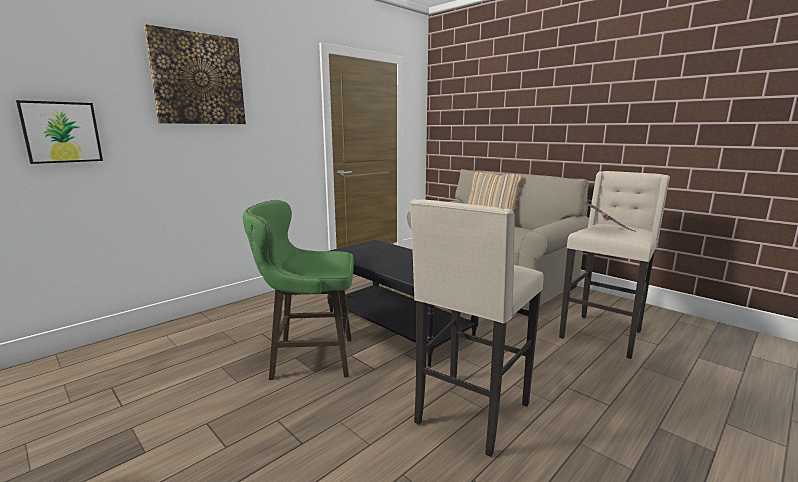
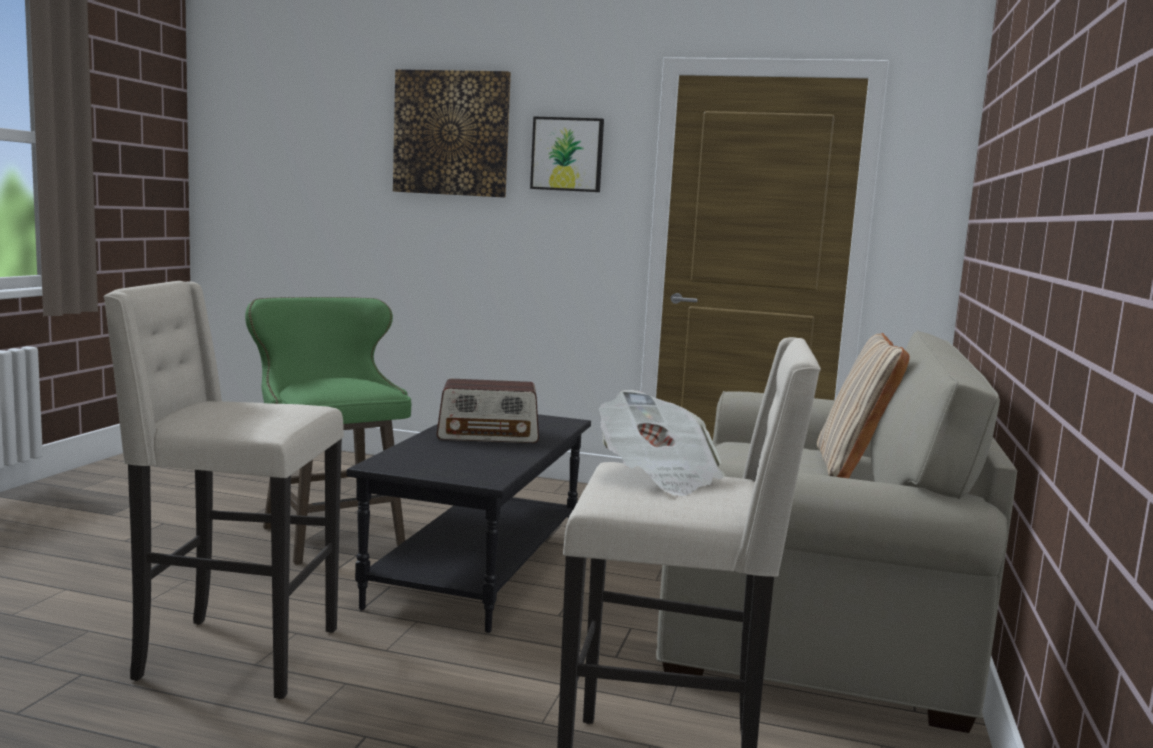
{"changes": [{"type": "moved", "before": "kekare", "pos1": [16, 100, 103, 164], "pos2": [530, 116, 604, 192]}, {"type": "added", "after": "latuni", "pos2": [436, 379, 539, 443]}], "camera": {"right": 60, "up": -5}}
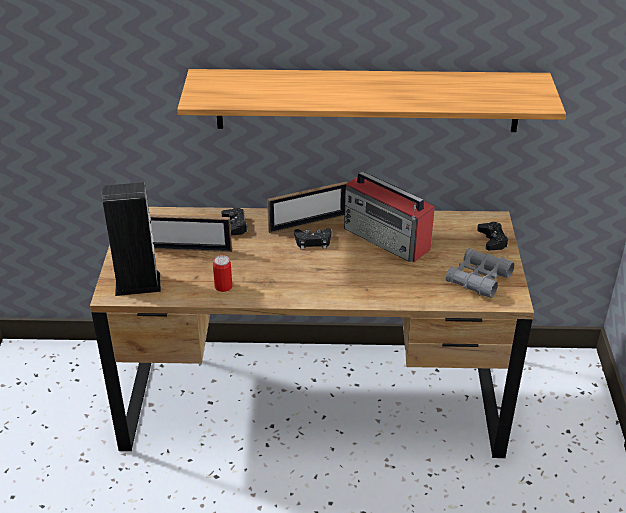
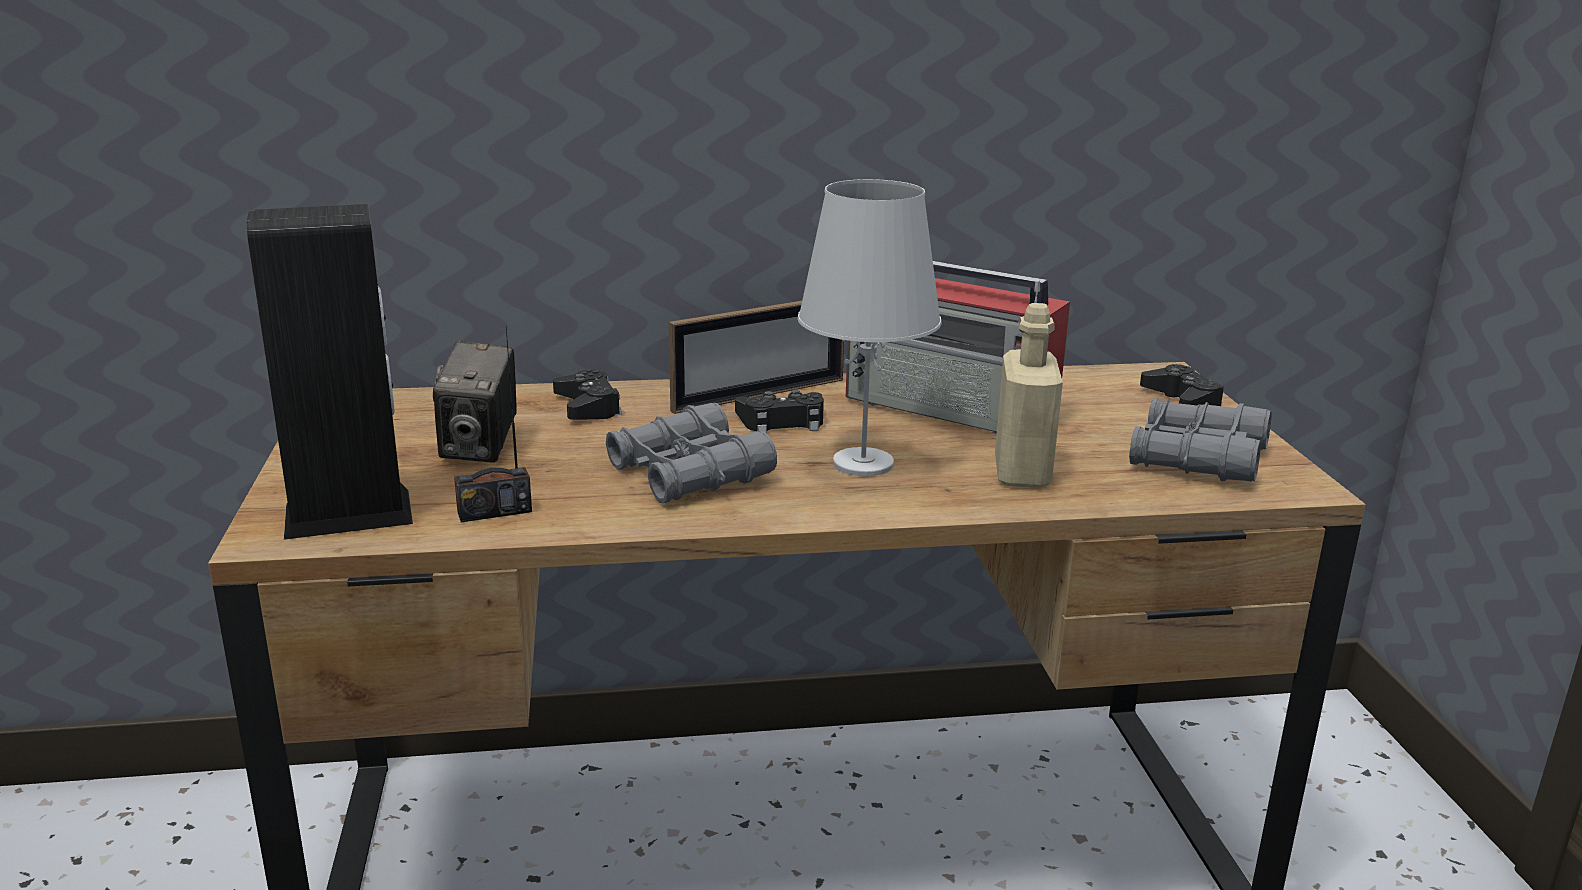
{"changes": [{"type": "replaced", "before": "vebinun", "after": "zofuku", "pos1": [150, 214, 232, 252], "pos2": [433, 341, 517, 463]}, {"type": "removed", "before": "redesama", "pos1": [177, 69, 566, 132]}, {"type": "removed", "before": "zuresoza", "pos1": [213, 255, 232, 292]}, {"type": "added", "after": "latuni", "pos2": [454, 327, 532, 522]}, {"type": "added", "after": "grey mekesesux", "pos2": [606, 403, 777, 504]}, {"type": "added", "after": "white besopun", "pos2": [797, 179, 942, 476]}, {"type": "added", "after": "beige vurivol", "pos2": [995, 303, 1063, 488]}], "camera": {"right": -10, "up": -15}}
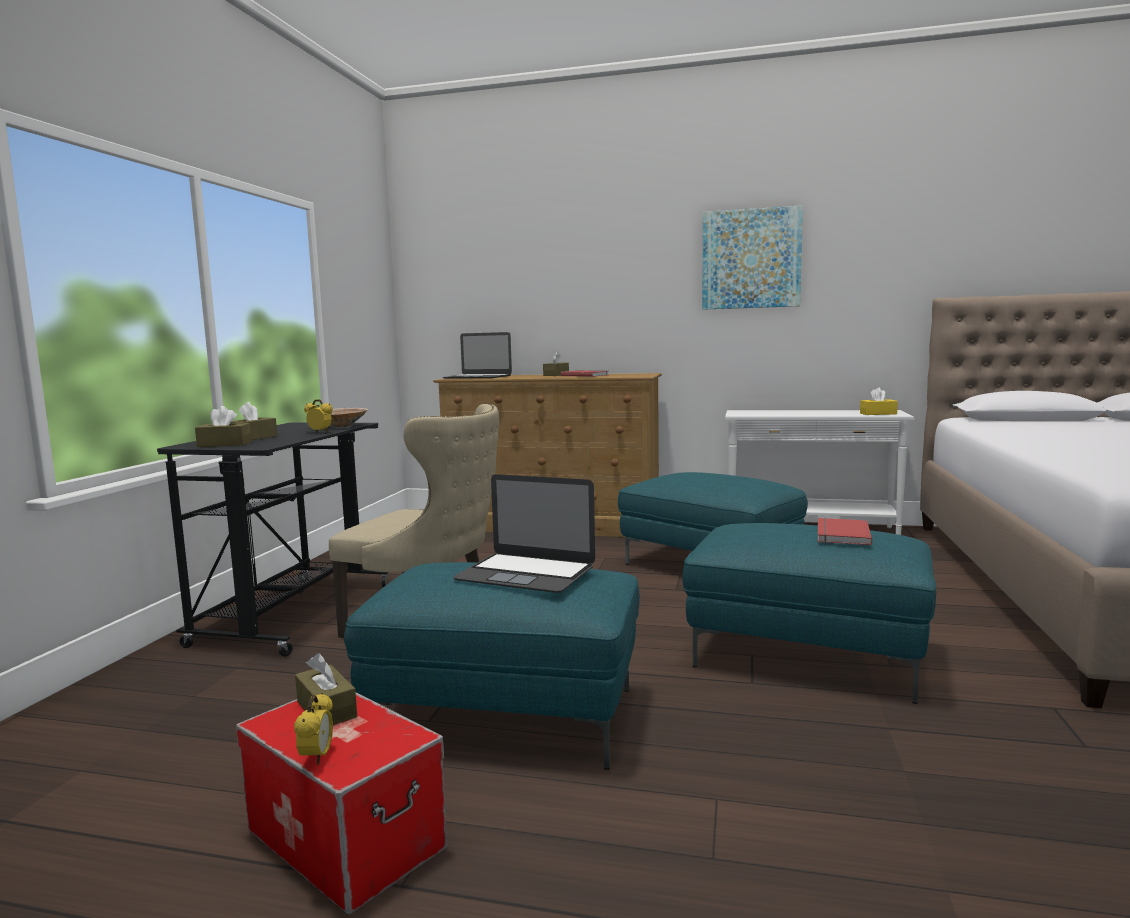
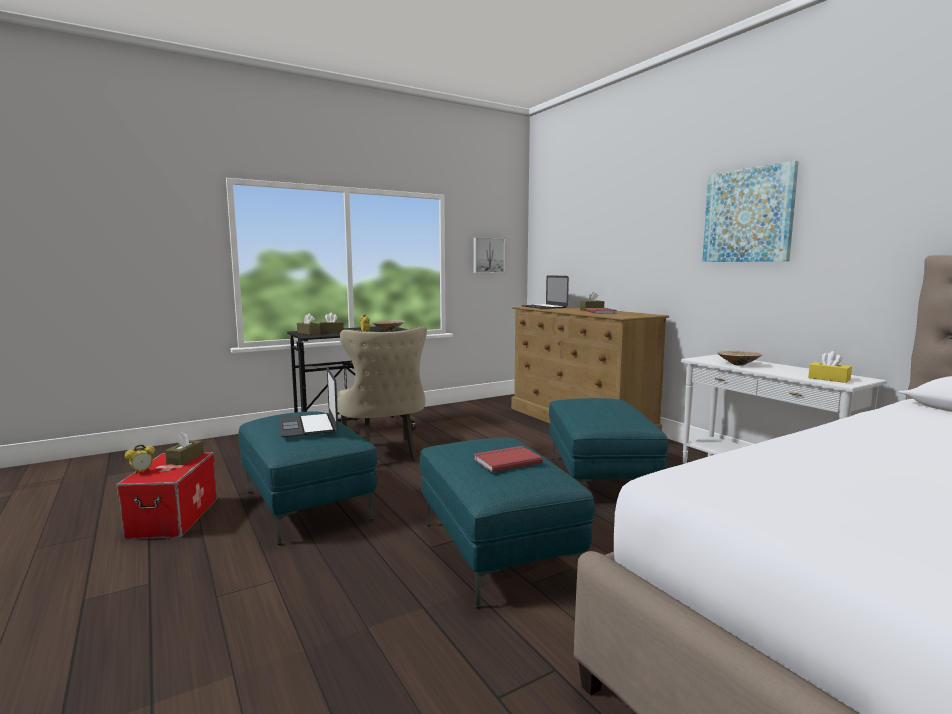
{"changes": [{"type": "added", "after": "kekare", "pos2": [474, 237, 505, 273]}, {"type": "added", "after": "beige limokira", "pos2": [717, 351, 763, 366]}], "camera": {"right": 45, "up": 0}}
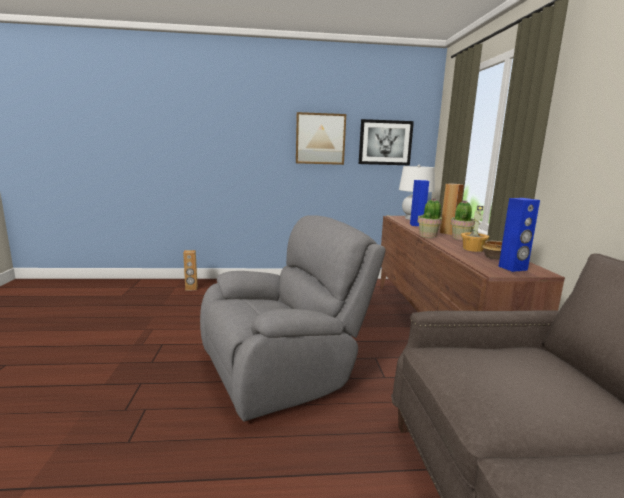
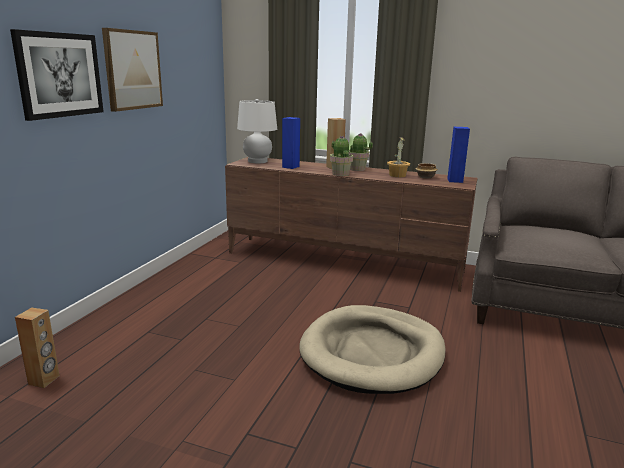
{"changes": [{"type": "replaced", "before": "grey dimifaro", "after": "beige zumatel", "pos1": [200, 215, 386, 422], "pos2": [299, 305, 446, 394]}, {"type": "moved", "before": "kekare", "pos1": [359, 119, 414, 165], "pos2": [10, 29, 104, 121]}], "camera": {"right": -65, "up": 5}}
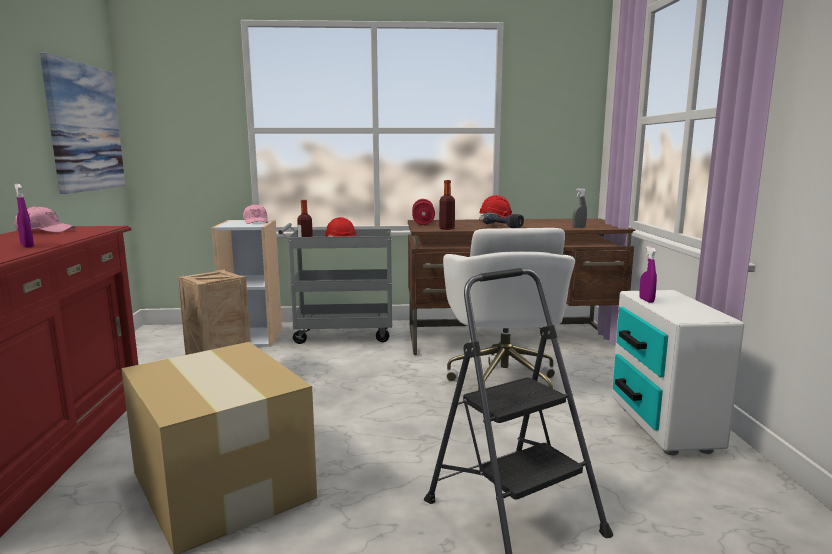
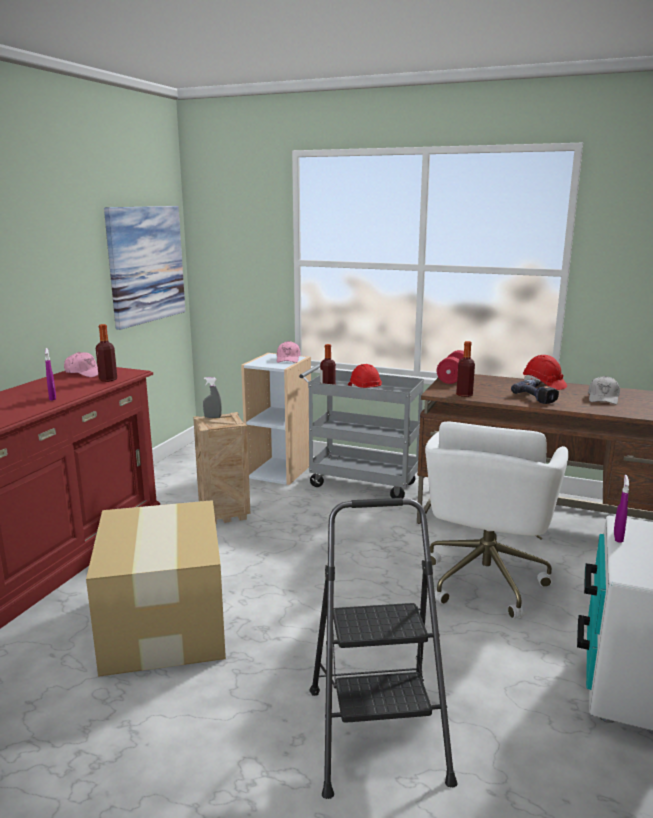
{"changes": [{"type": "moved", "before": "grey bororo", "pos1": [572, 188, 587, 228], "pos2": [203, 377, 222, 418]}, {"type": "added", "after": "vurivol", "pos2": [96, 324, 117, 382]}, {"type": "added", "after": "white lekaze", "pos2": [588, 376, 620, 404]}], "camera": {"right": 25, "up": 5}}
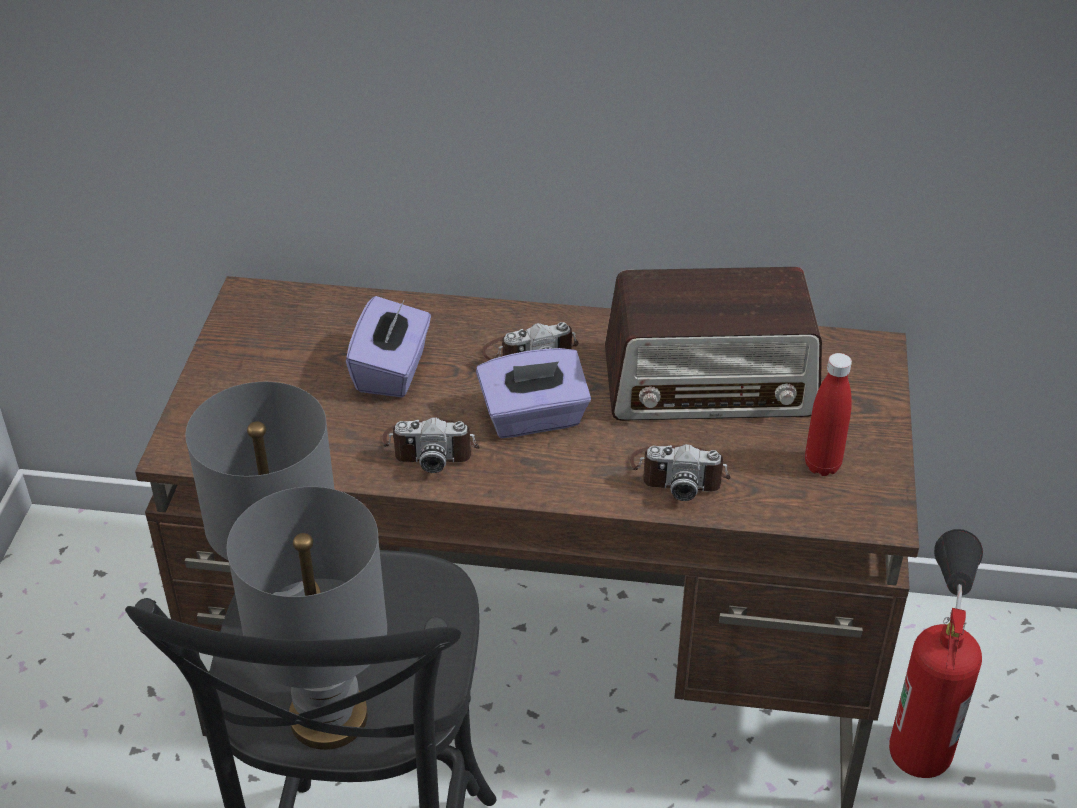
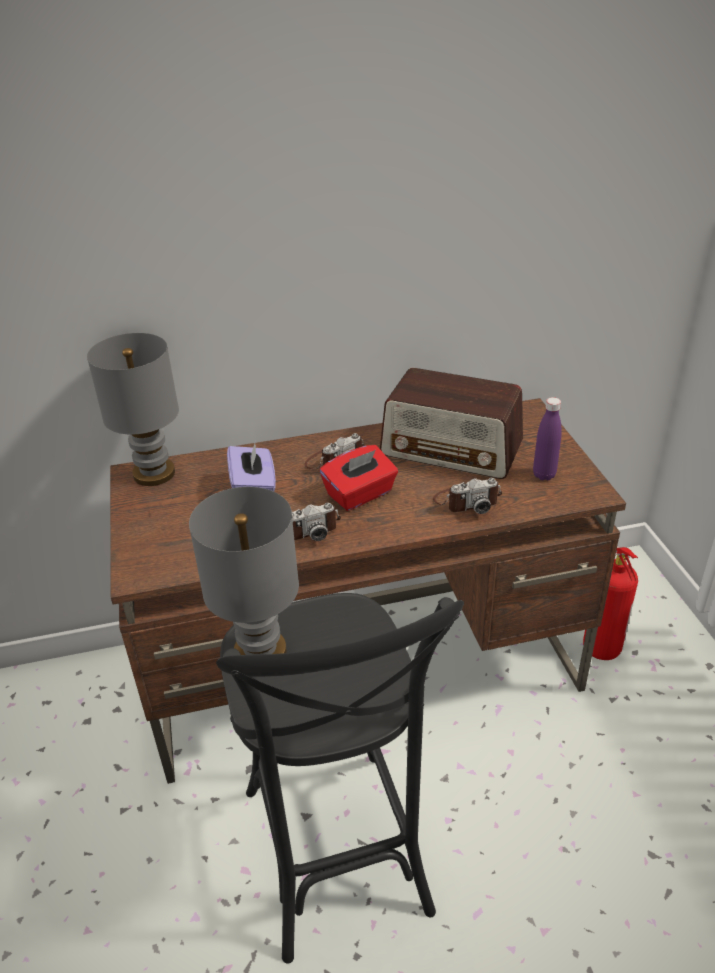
{"changes": [{"type": "moved", "before": "grey besopun", "pos1": [227, 487, 387, 750], "pos2": [87, 333, 179, 486]}, {"type": "recoloured", "before": "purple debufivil", "after": "red debufivil", "pos1": [476, 348, 591, 438], "pos2": [320, 445, 398, 511]}, {"type": "turned", "before": "latuni", "pos1": [605, 267, 822, 421], "pos2": [380, 368, 523, 479], "turn": 45}, {"type": "recoloured", "before": "red vurivol", "after": "purple vurivol", "pos1": [805, 353, 852, 476], "pos2": [533, 397, 562, 481]}], "camera": {"right": -20, "up": -5}}
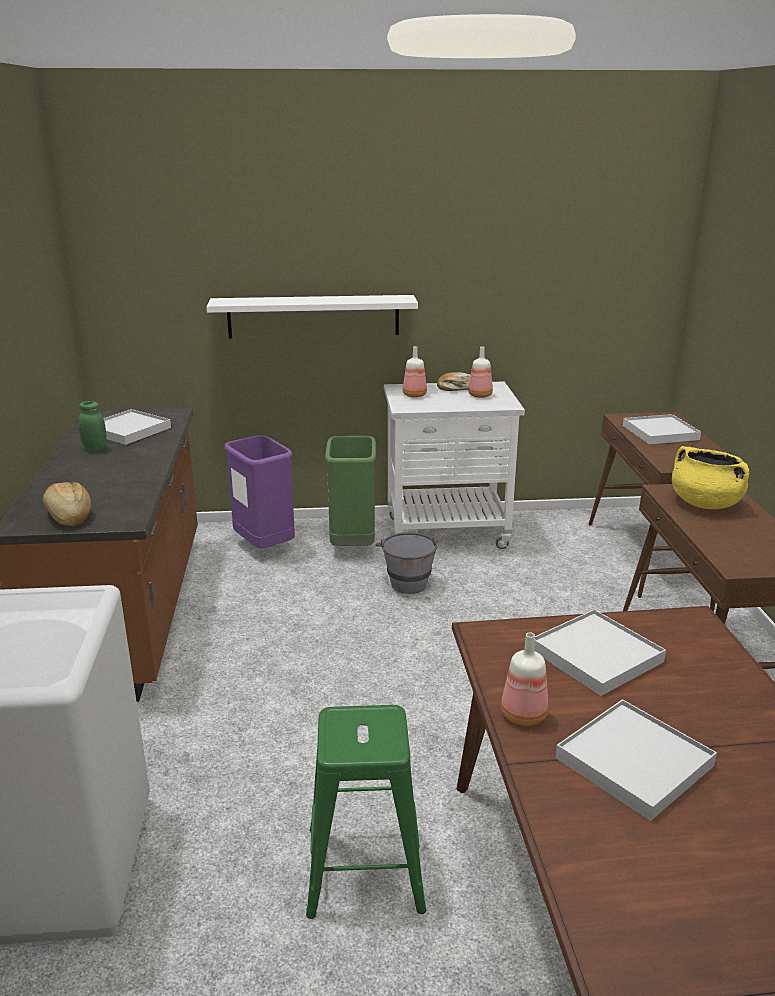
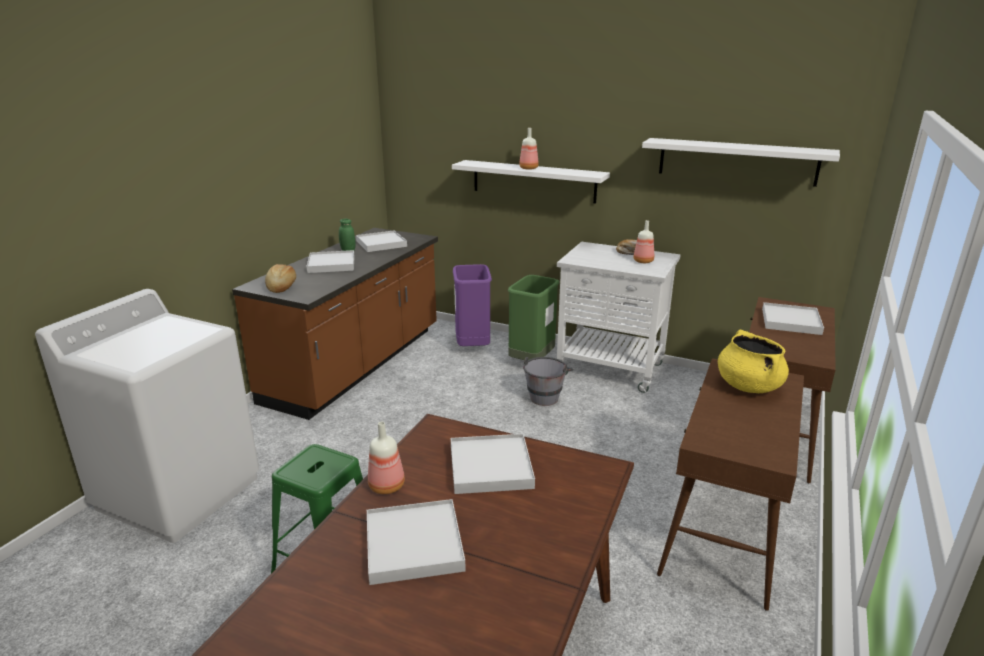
{"changes": [{"type": "moved", "before": "vurivol", "pos1": [403, 346, 427, 397], "pos2": [519, 128, 539, 170]}, {"type": "added", "after": "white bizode", "pos2": [306, 250, 355, 273]}, {"type": "added", "after": "white redesama", "pos2": [642, 138, 840, 187]}], "camera": {"right": 30, "up": 0}}
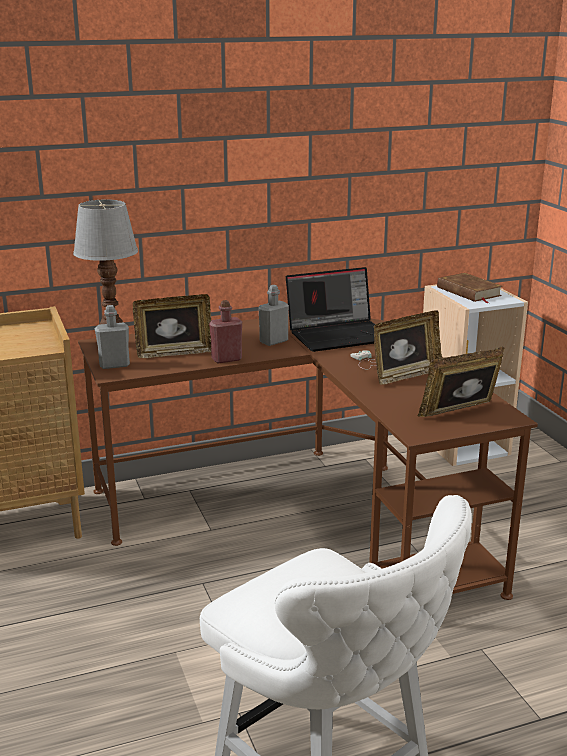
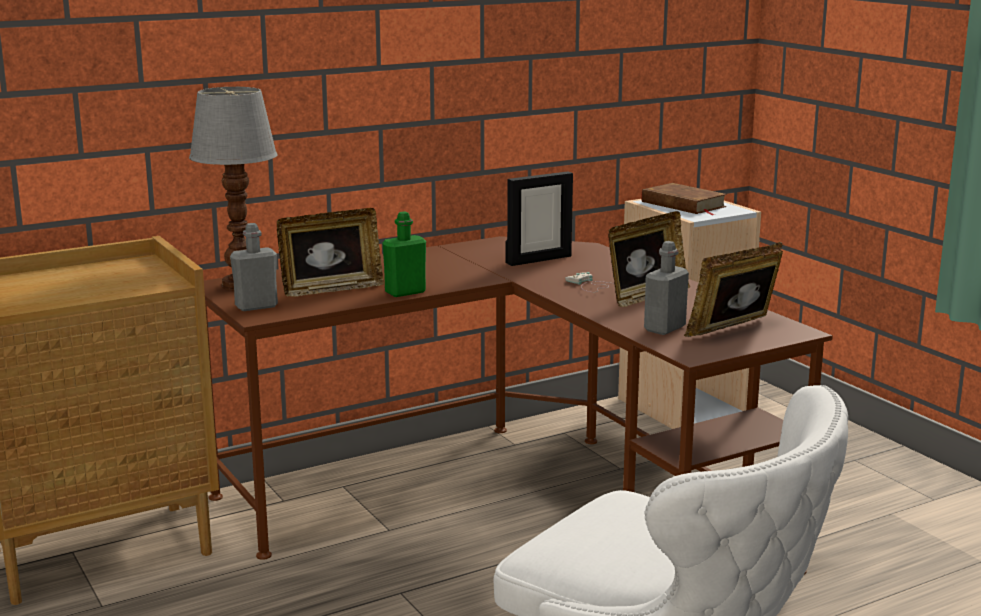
{"changes": [{"type": "recoloured", "before": "red vurivol", "after": "green vurivol", "pos1": [209, 300, 242, 363], "pos2": [383, 212, 426, 297]}, {"type": "moved", "before": "grey vurivol", "pos1": [259, 285, 289, 346], "pos2": [644, 241, 689, 335]}, {"type": "replaced", "before": "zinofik", "after": "vebinun", "pos1": [286, 267, 375, 352], "pos2": [506, 171, 573, 266]}], "camera": {"right": -10, "up": -5}}
